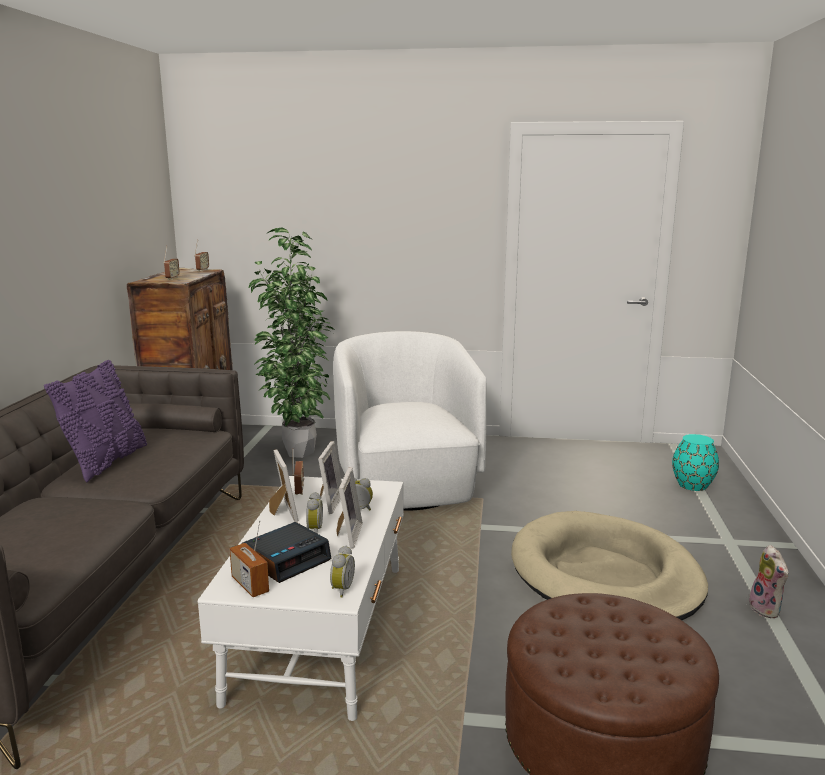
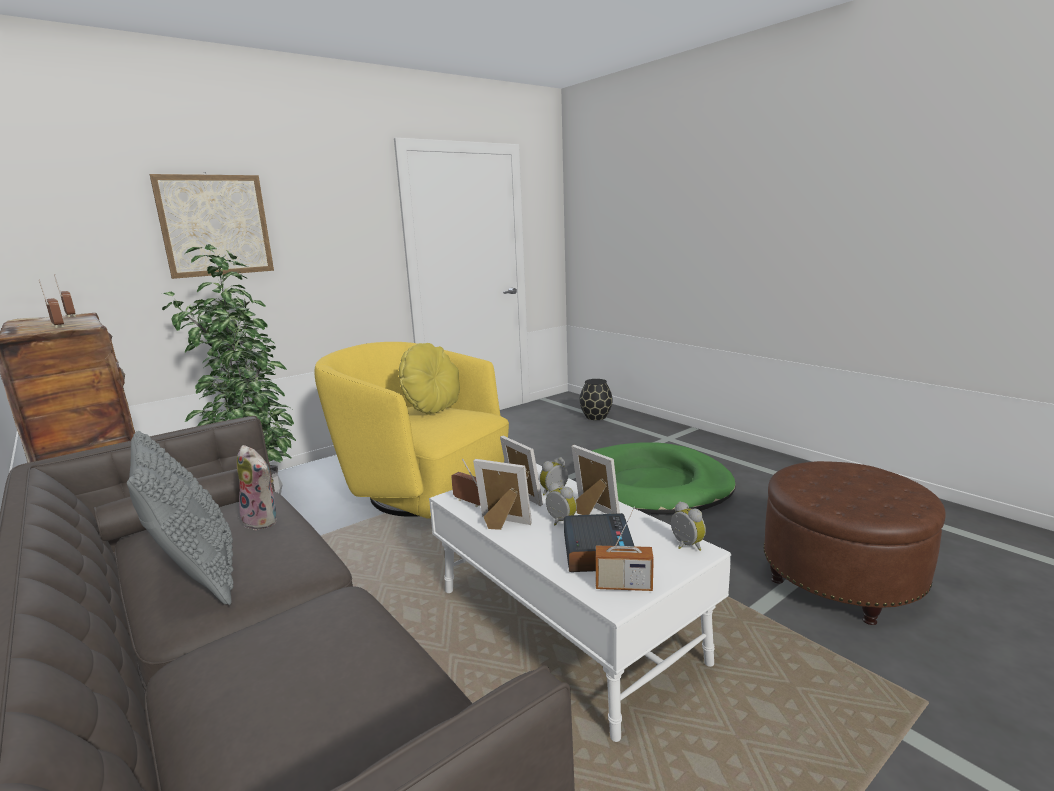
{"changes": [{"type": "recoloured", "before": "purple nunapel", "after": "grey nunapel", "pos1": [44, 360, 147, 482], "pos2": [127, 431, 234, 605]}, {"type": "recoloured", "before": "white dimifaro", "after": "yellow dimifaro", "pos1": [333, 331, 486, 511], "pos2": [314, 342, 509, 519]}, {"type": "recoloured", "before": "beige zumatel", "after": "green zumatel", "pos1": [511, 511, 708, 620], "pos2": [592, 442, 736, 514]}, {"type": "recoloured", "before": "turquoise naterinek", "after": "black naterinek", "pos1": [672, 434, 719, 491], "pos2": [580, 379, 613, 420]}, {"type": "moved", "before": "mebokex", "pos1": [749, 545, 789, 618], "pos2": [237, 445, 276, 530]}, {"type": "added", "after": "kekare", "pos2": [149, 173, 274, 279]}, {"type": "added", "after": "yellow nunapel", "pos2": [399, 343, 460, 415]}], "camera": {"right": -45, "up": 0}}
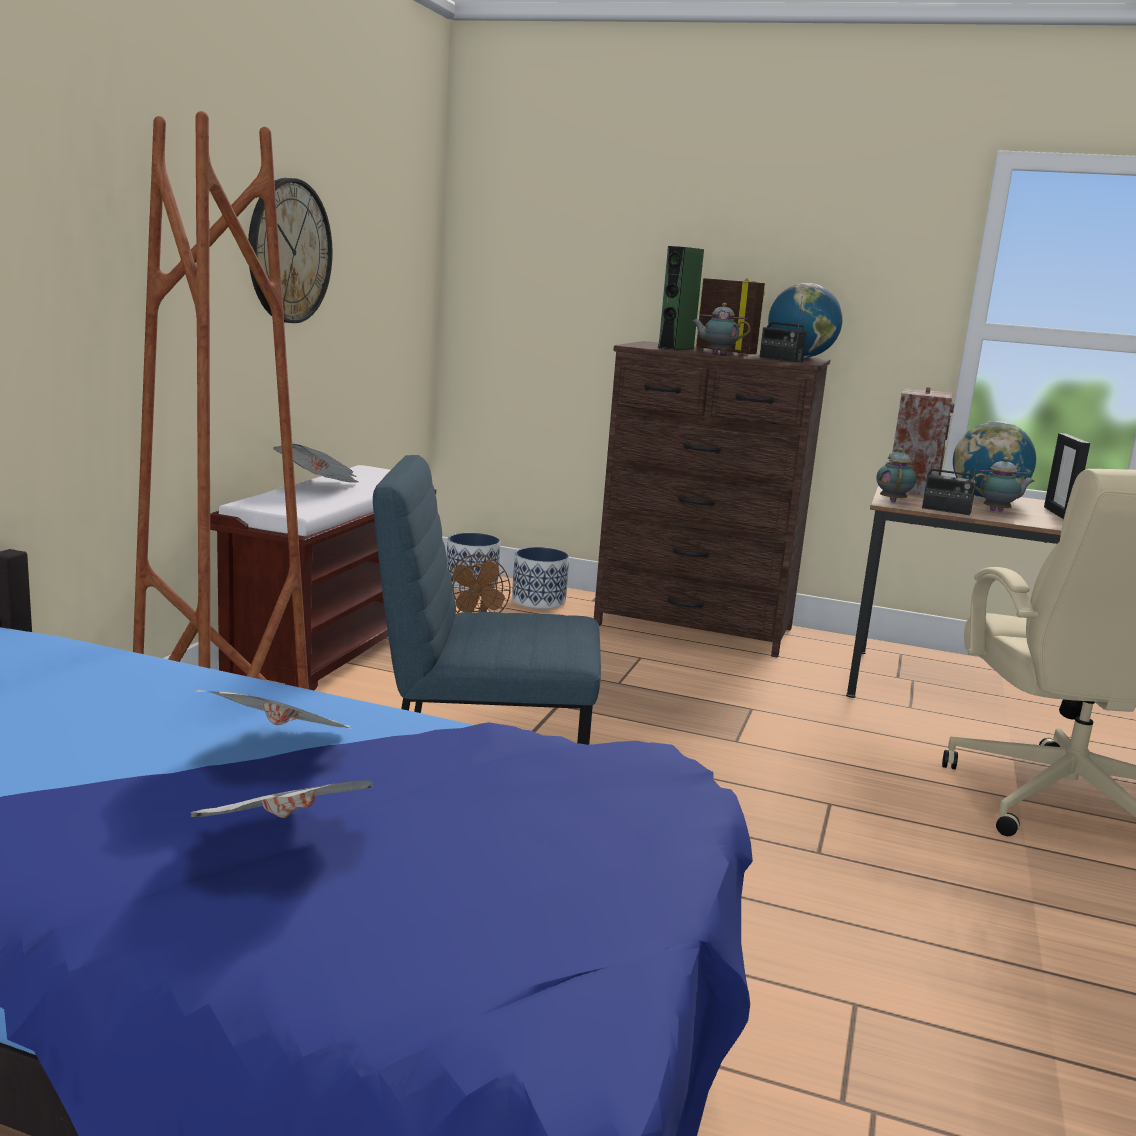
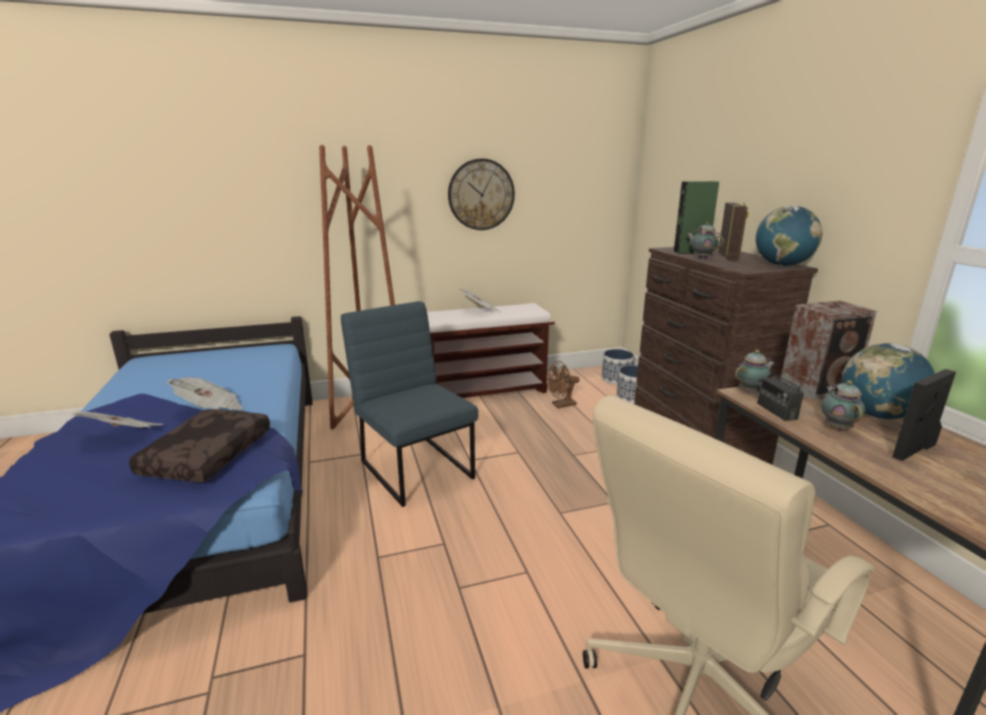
{"changes": [{"type": "removed", "before": "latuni", "pos1": [760, 296, 807, 362]}, {"type": "turned", "before": "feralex", "pos1": [972, 457, 1034, 511], "pos2": [821, 380, 865, 430], "turn": -135}, {"type": "added", "after": "brown nunapel", "pos2": [129, 409, 270, 482]}], "camera": {"right": 55, "up": 5}}
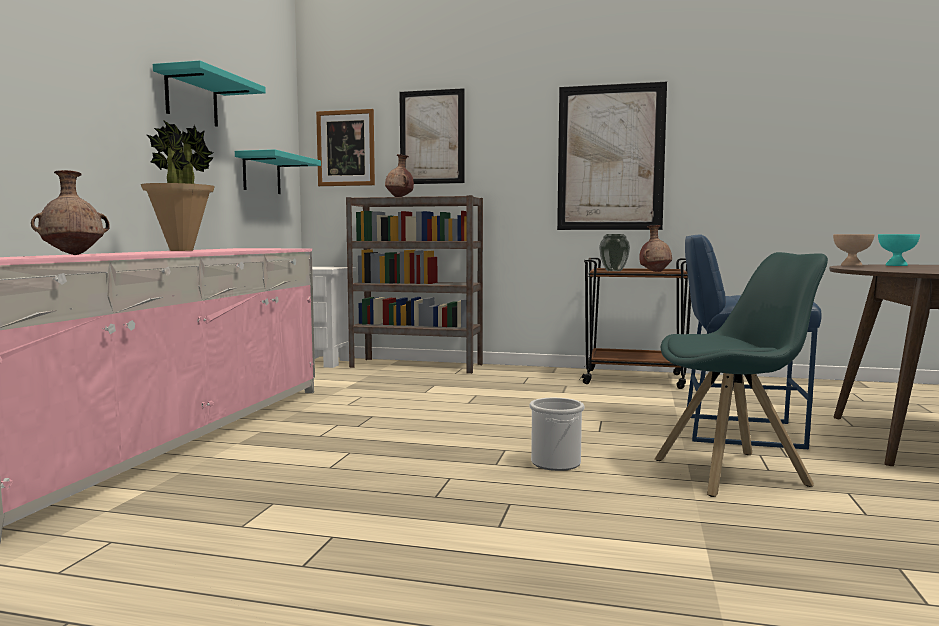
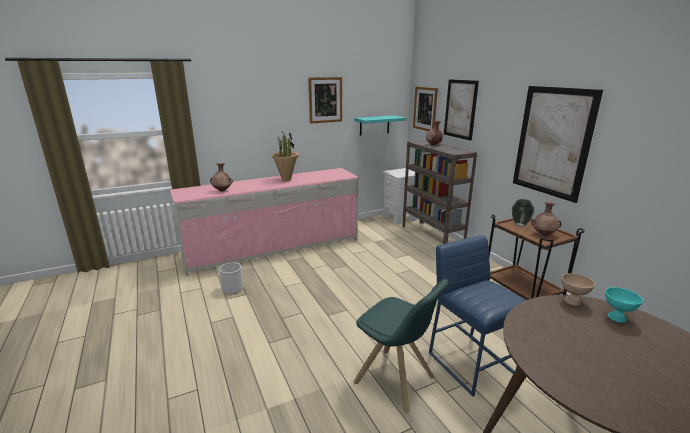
{"changes": [{"type": "replaced", "before": "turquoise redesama", "after": "kekare", "pos1": [153, 60, 266, 127], "pos2": [308, 77, 342, 124]}, {"type": "moved", "before": "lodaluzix", "pos1": [529, 398, 584, 471], "pos2": [218, 262, 243, 294]}], "camera": {"right": 50, "up": 15}}
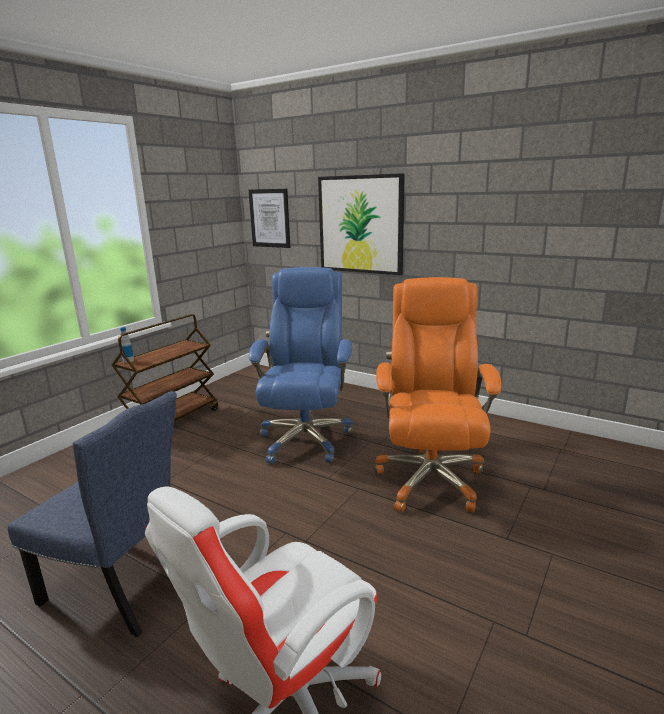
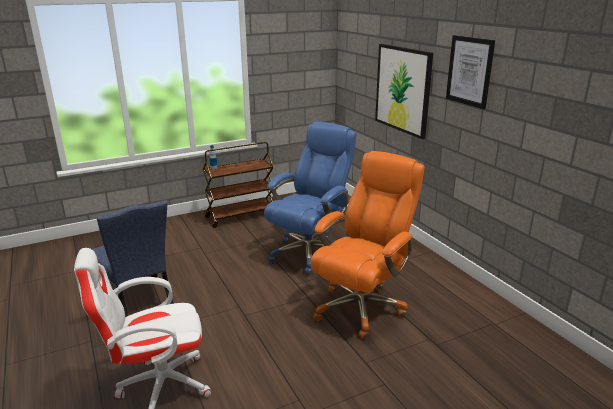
{"changes": [{"type": "moved", "before": "kekare", "pos1": [249, 189, 290, 248], "pos2": [446, 35, 495, 109]}], "camera": {"right": 30, "up": 5}}
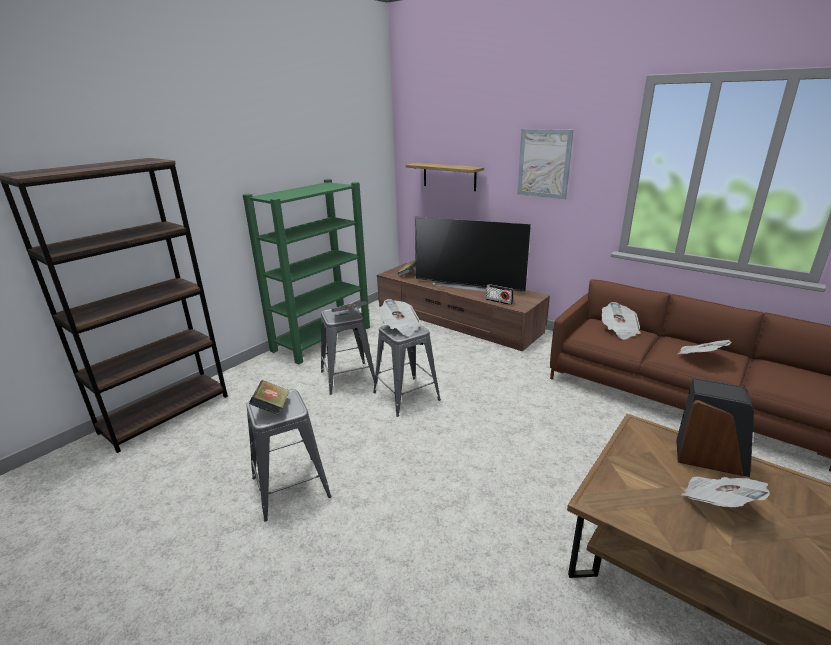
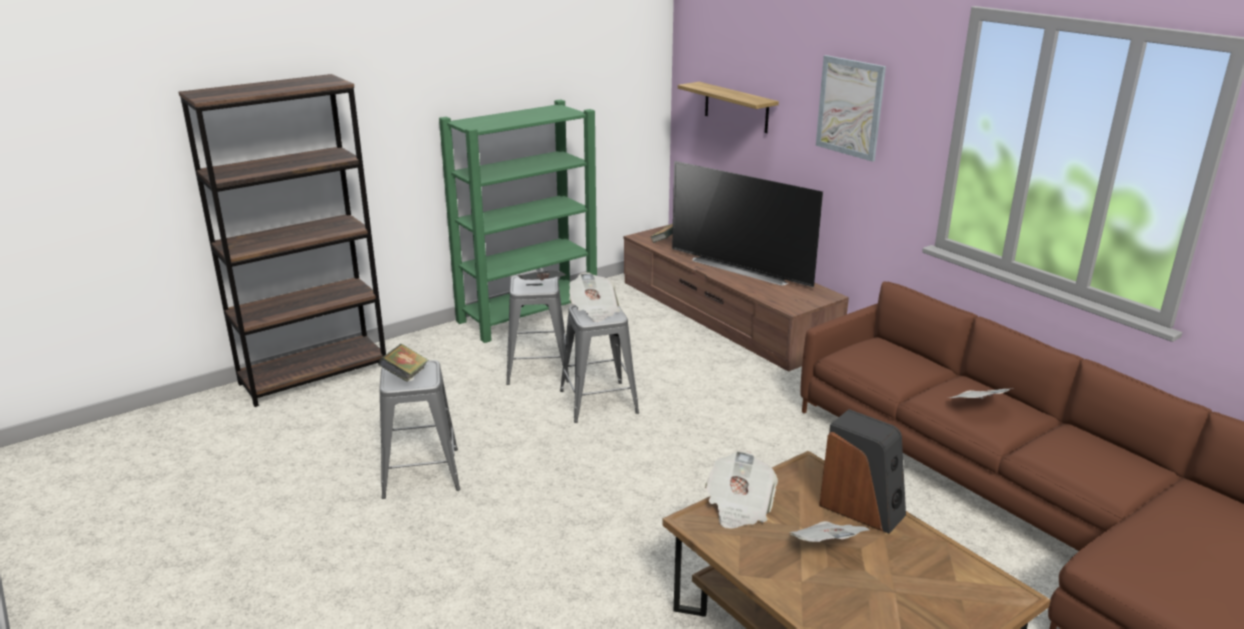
{"changes": [{"type": "removed", "before": "latuni", "pos1": [486, 284, 514, 305]}, {"type": "moved", "before": "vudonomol", "pos1": [602, 302, 641, 340], "pos2": [705, 450, 778, 528]}], "camera": {"right": 15, "up": 0}}
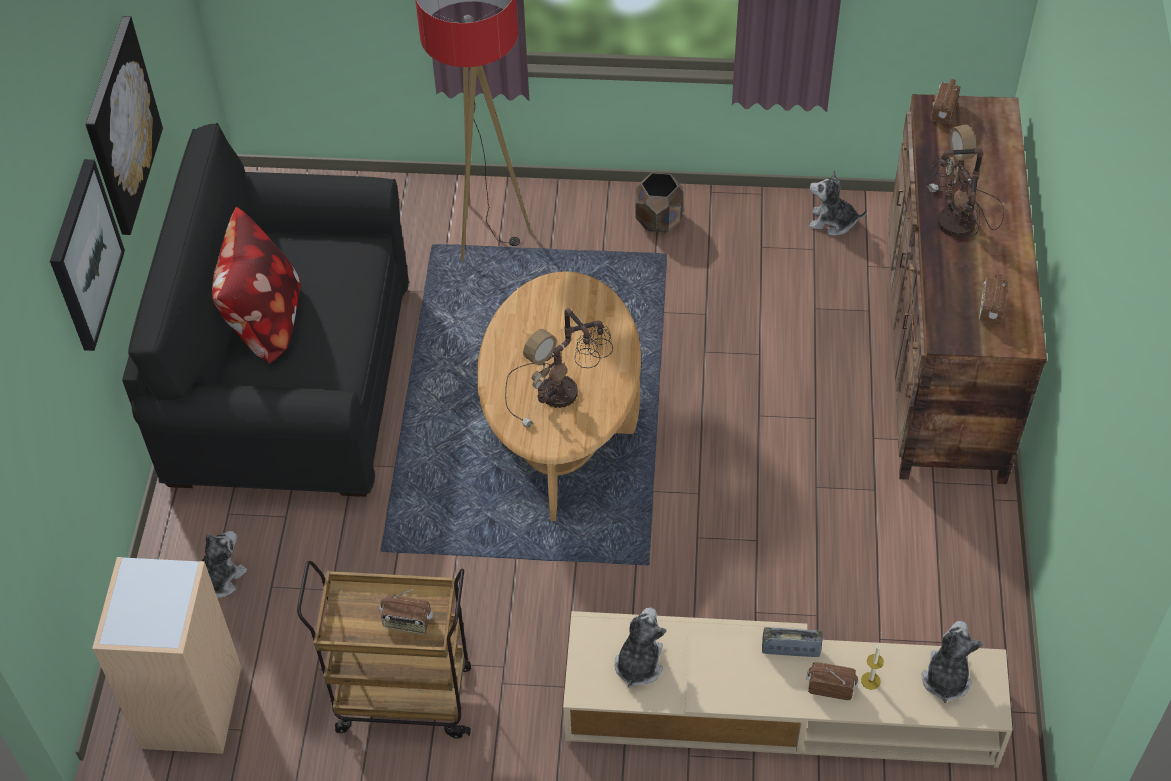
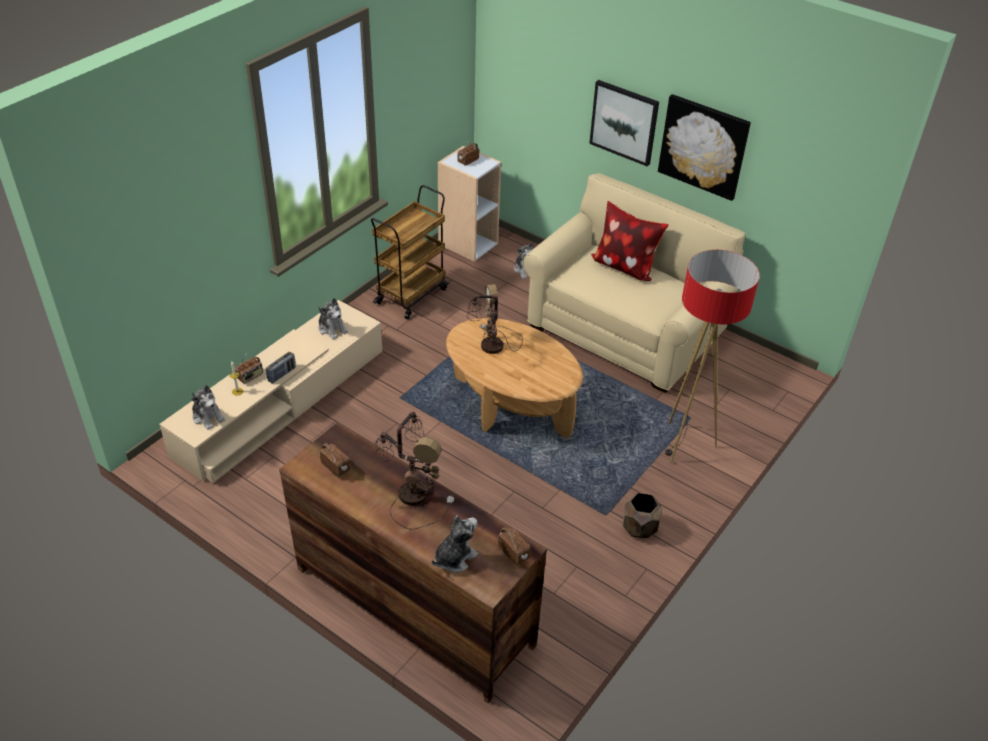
{"changes": [{"type": "recoloured", "before": "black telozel", "after": "beige telozel", "pos1": [122, 123, 409, 497], "pos2": [523, 173, 746, 393]}, {"type": "moved", "before": "latuni", "pos1": [379, 589, 433, 634], "pos2": [458, 143, 479, 166]}, {"type": "moved", "before": "mebokex", "pos1": [809, 170, 867, 236], "pos2": [432, 515, 478, 573]}], "camera": {"right": 120, "up": -10}}
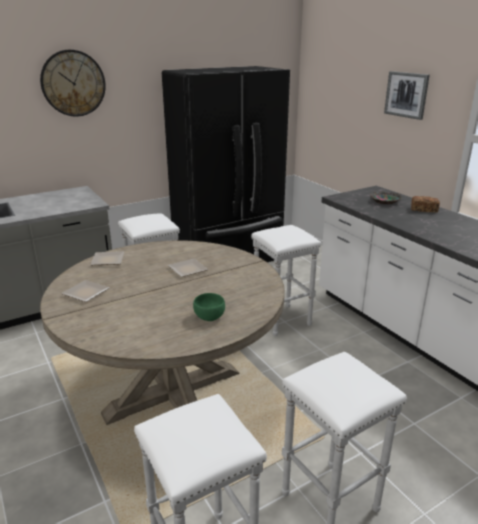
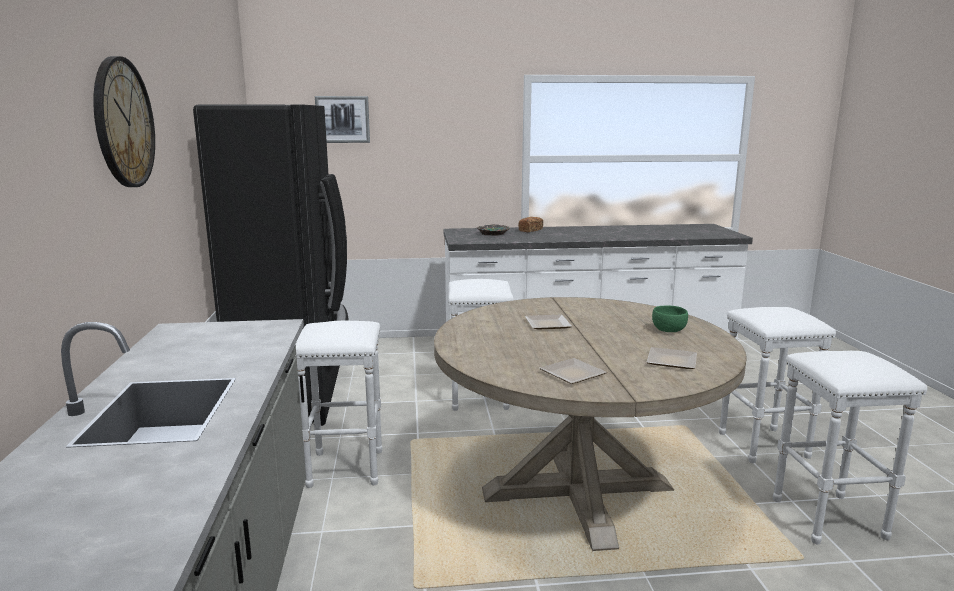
{"changes": [{"type": "moved", "before": "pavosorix", "pos1": [90, 251, 124, 265], "pos2": [647, 347, 697, 369]}, {"type": "moved", "before": "kekare", "pos1": [384, 71, 430, 120], "pos2": [315, 96, 370, 143]}], "camera": {"right": -65, "up": -10}}
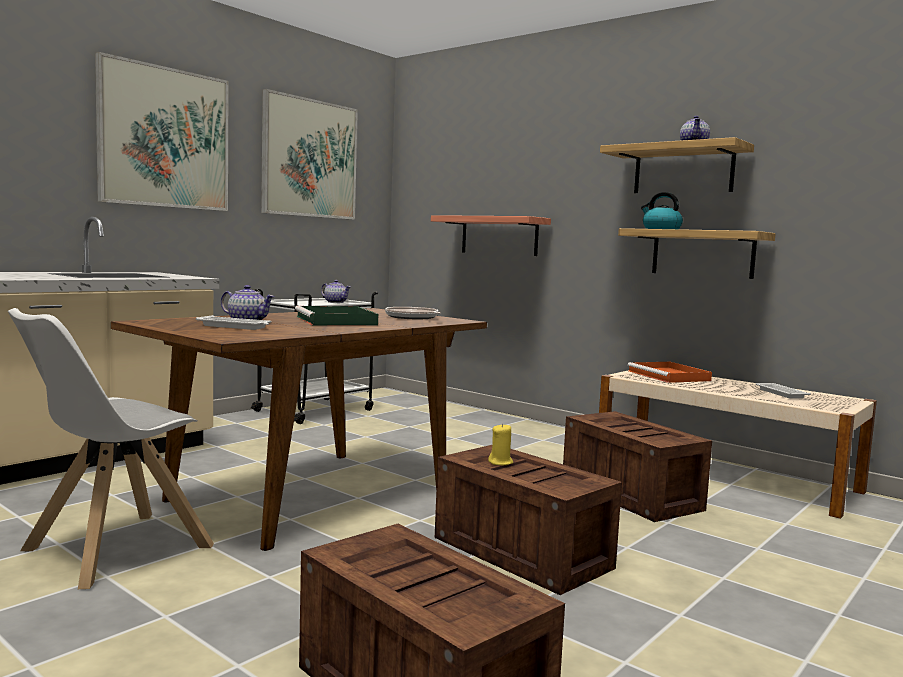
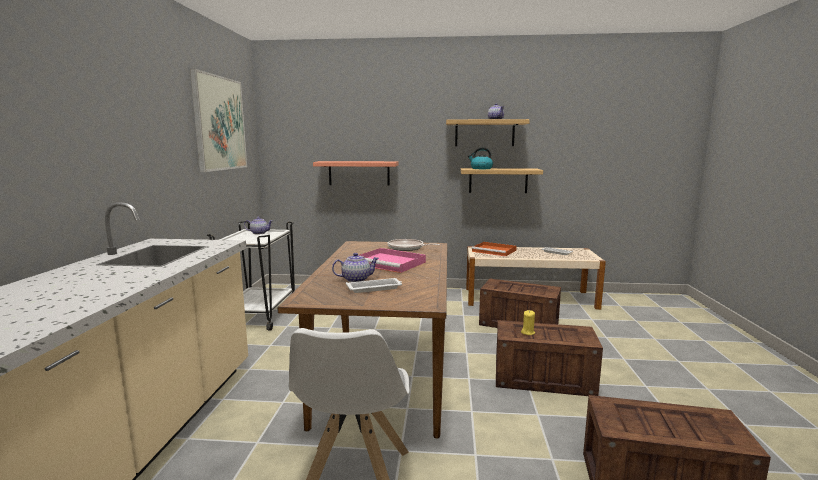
{"changes": [{"type": "removed", "before": "kekare", "pos1": [95, 52, 229, 211]}, {"type": "recoloured", "before": "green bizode", "after": "pink bizode", "pos1": [295, 306, 378, 325], "pos2": [358, 248, 426, 273]}], "camera": {"right": -35, "up": 5}}
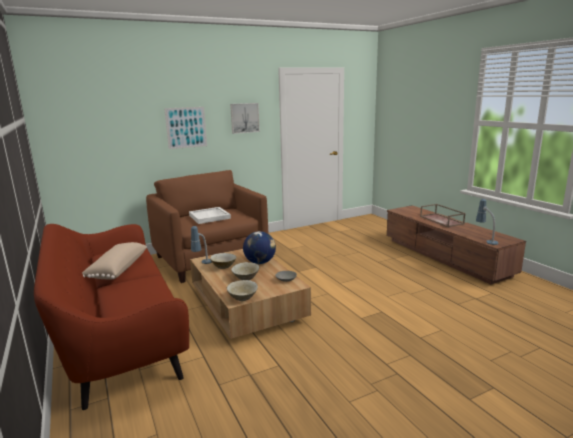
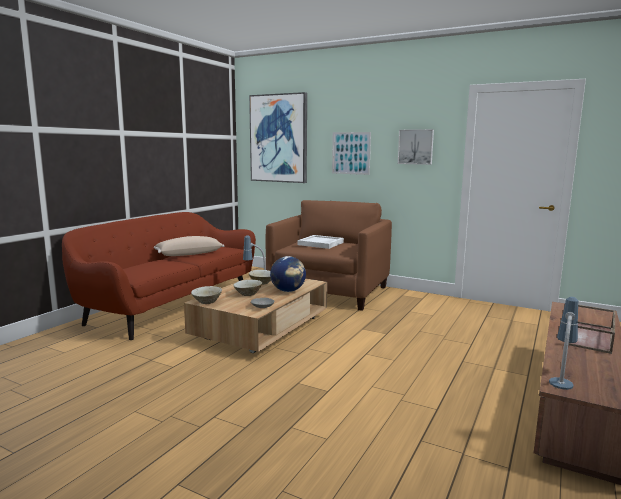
{"changes": [{"type": "added", "after": "kekare", "pos2": [249, 92, 307, 183]}], "camera": {"right": 55, "up": -5}}
